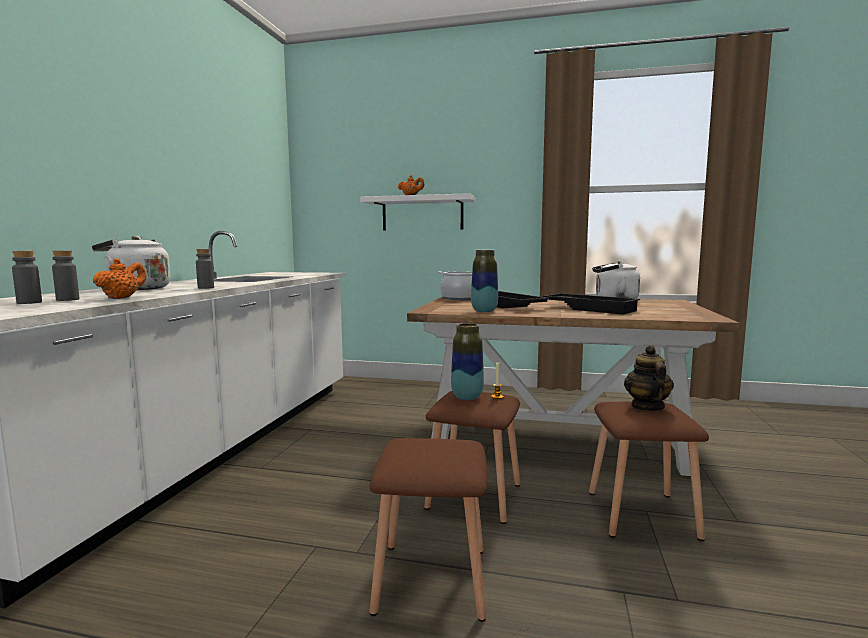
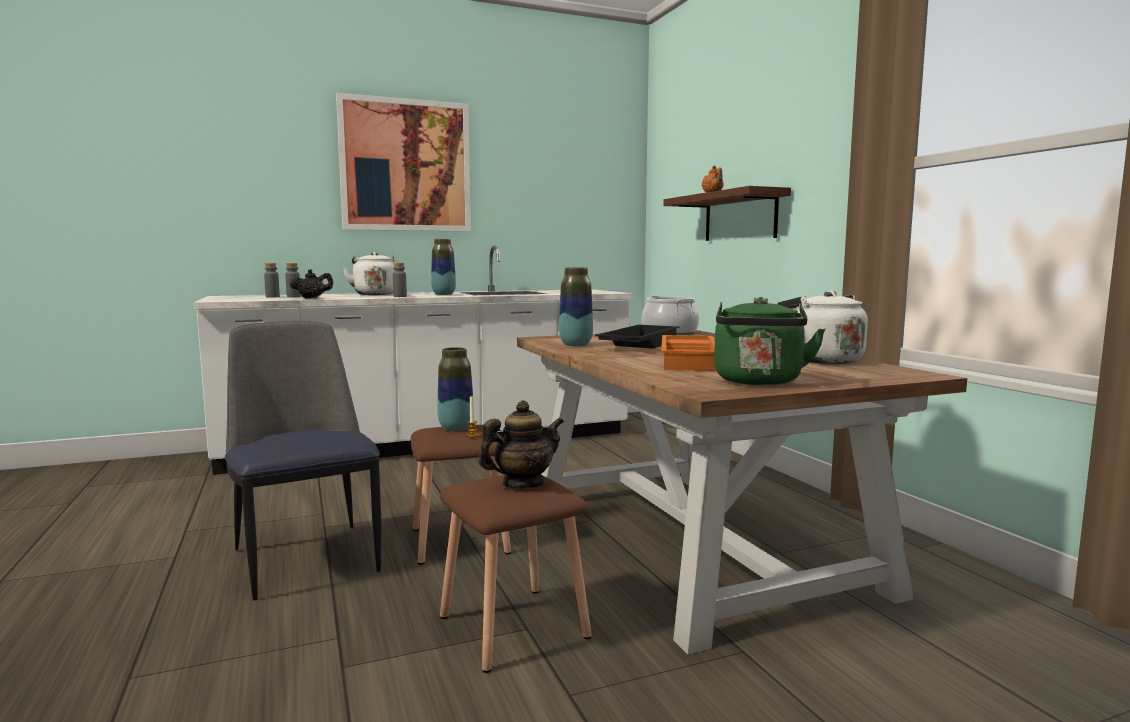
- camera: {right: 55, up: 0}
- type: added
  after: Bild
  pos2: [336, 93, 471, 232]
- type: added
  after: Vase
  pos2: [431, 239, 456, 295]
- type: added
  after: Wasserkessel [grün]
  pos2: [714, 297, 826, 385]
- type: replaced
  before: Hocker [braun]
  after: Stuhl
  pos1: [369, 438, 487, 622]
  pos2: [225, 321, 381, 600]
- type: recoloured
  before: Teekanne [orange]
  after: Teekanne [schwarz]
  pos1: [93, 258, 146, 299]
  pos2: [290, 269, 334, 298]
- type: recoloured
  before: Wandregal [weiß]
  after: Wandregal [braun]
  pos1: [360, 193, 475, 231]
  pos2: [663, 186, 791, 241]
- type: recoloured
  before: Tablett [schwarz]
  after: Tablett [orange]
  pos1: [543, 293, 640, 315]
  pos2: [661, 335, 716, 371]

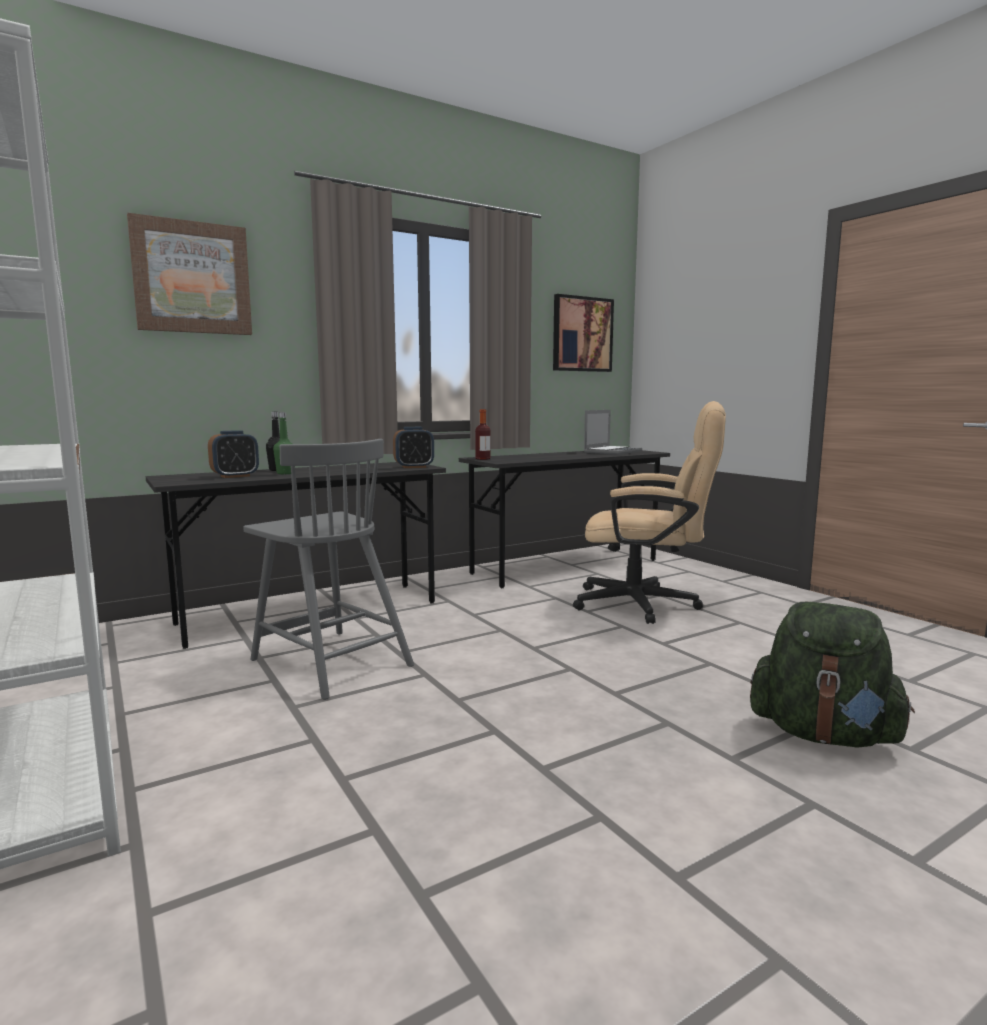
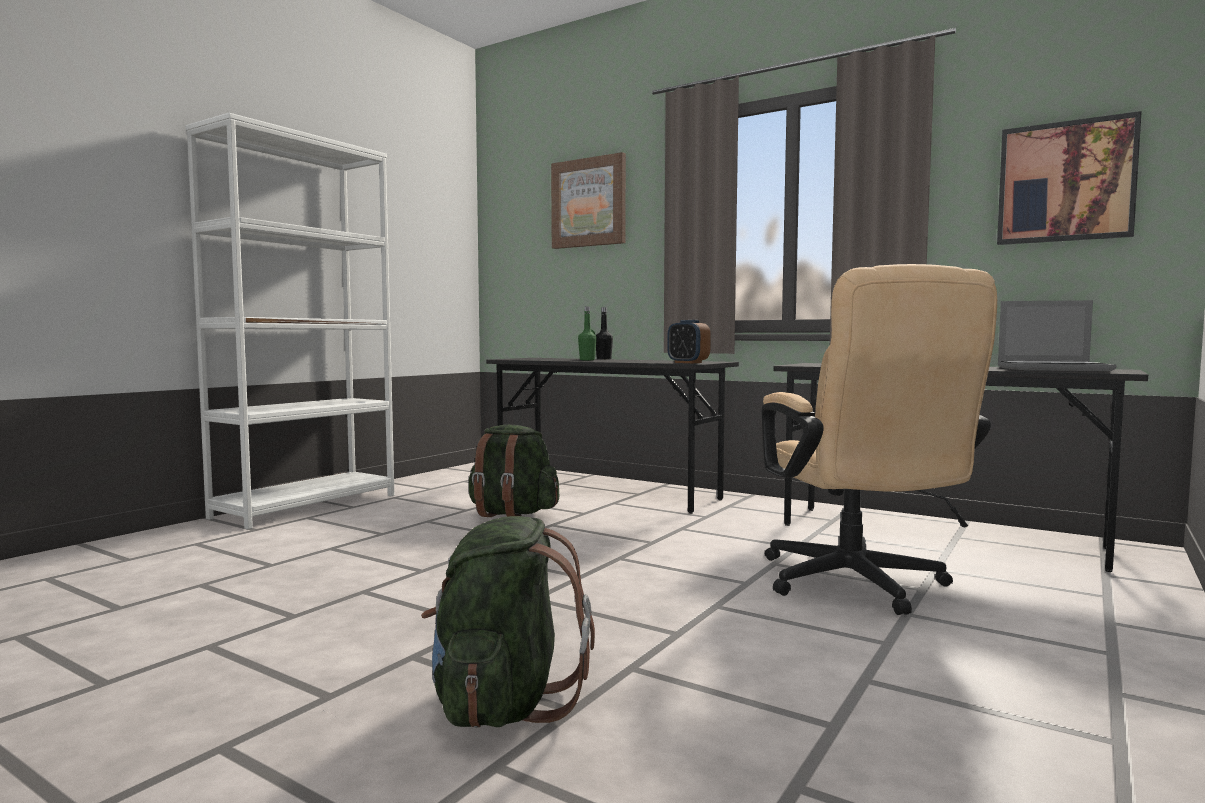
- camera: {right: 65, up: -5}
- type: removed
  before: Wecker
  pos1: [208, 430, 259, 478]
- type: removed
  before: Flasche
  pos1: [475, 409, 490, 460]
- type: replaced
  before: Stuhl [grau]
  after: Rucksack [grün]
  pos1: [243, 439, 414, 700]
  pos2: [469, 425, 559, 517]

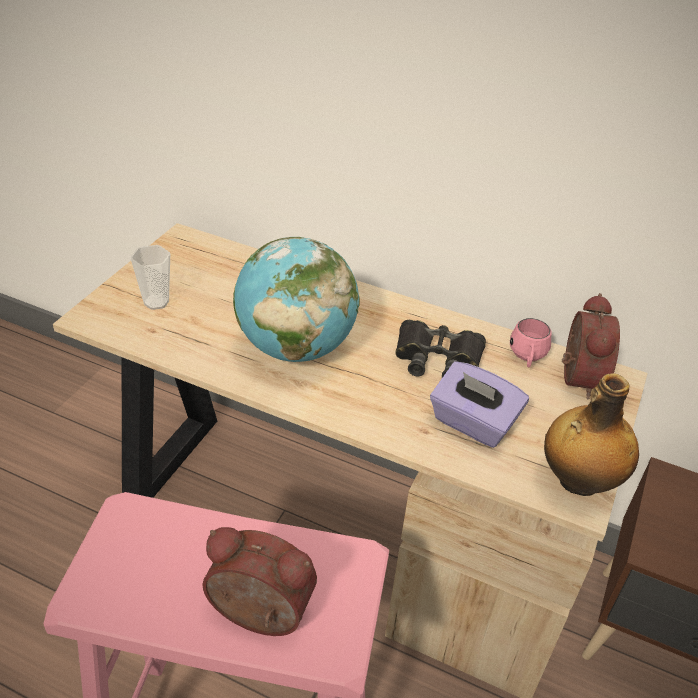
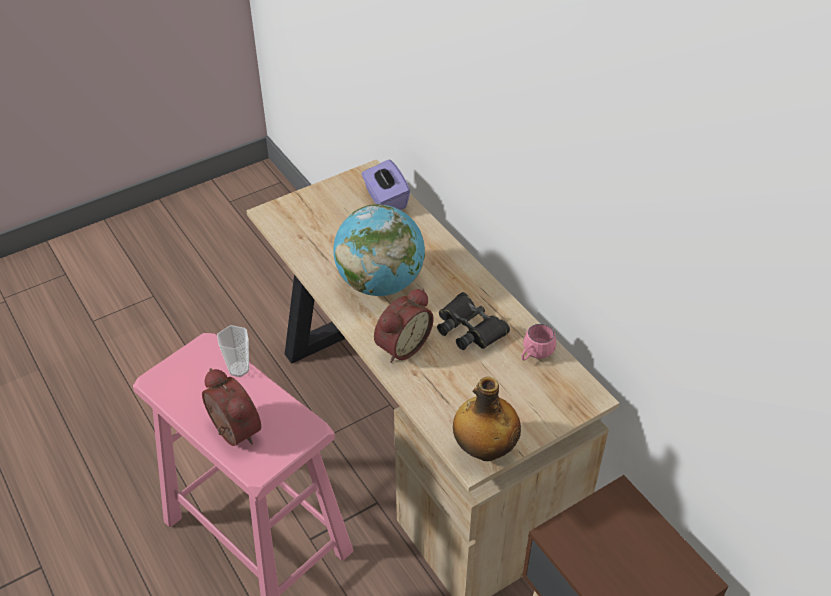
- camera: {right: 35, up: 5}
- type: moved
  before: Tasse
  pos1: [130, 245, 170, 310]
  pos2: [217, 325, 249, 377]
- type: moved
  before: Taschentuchbox [lila]
  pos1: [430, 361, 529, 448]
  pos2: [362, 160, 410, 210]
- type: moved
  before: Wecker
  pos1: [562, 293, 620, 399]
  pos2: [374, 288, 434, 363]

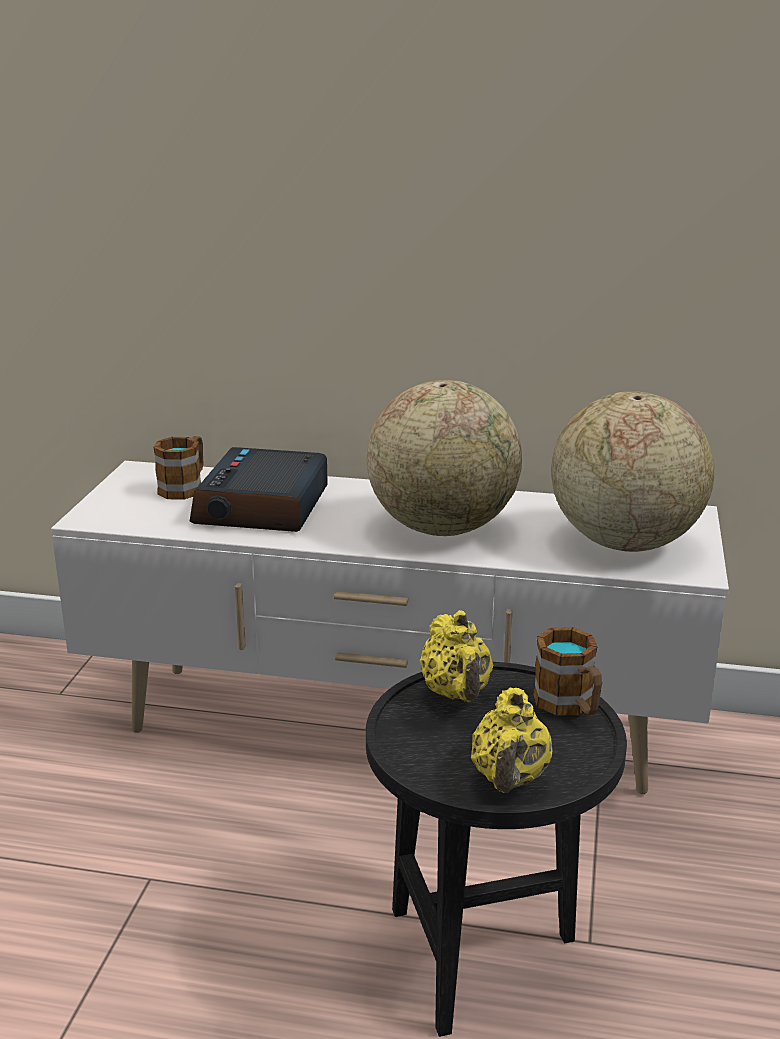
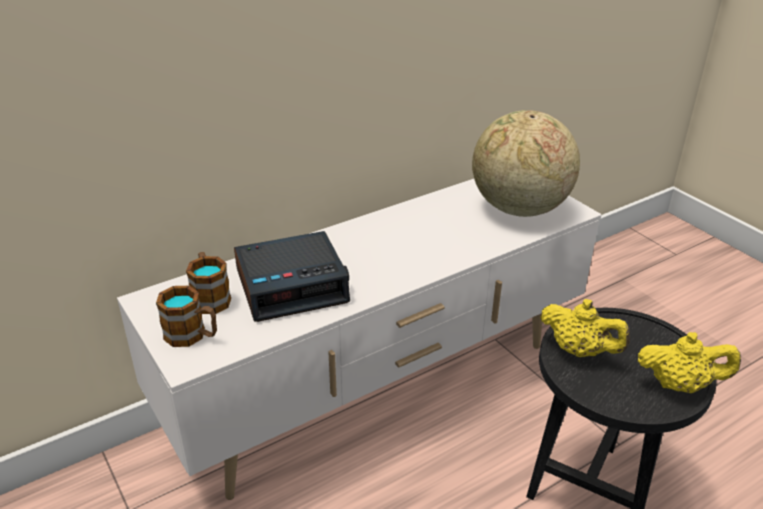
- camera: {right: -45, up: 10}
- type: removed
  before: Globus
  pos1: [366, 380, 522, 536]
- type: moved
  before: Henkelbecher
  pos1: [533, 627, 602, 715]
  pos2: [156, 286, 217, 347]
- type: turned
  before: Wecker
  pos1: [189, 447, 328, 532]
  pos2: [234, 231, 350, 322]
  turn: -75
- type: turned
  before: Teekanne [gelb]
  pos1: [471, 687, 553, 793]
  pos2: [638, 332, 741, 393]
  turn: -45

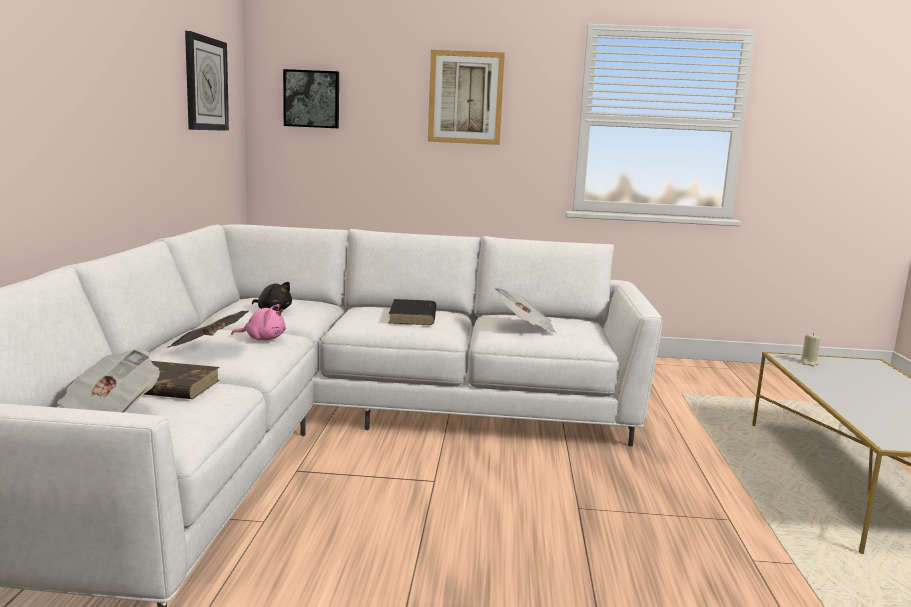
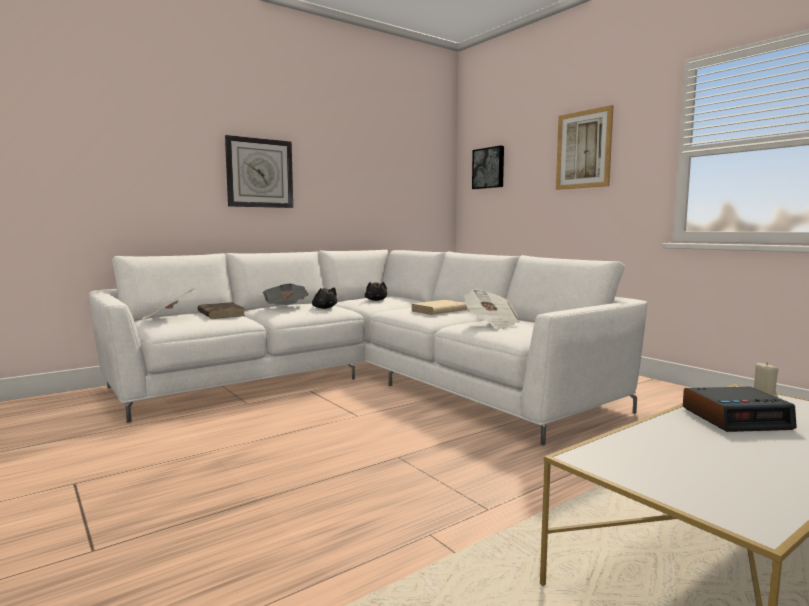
- camera: {right: 50, up: -5}
- type: added
  after: Wecker
  pos2: [683, 387, 797, 432]
- type: moved
  before: Wanduhr
  pos1: [185, 31, 229, 131]
  pos2: [225, 135, 293, 208]
- type: recoloured
  before: Plüschtier [rosa]
  after: Plüschtier [schwarz]
  pos1: [231, 304, 286, 340]
  pos2: [312, 287, 337, 309]
- type: recoloured
  before: Buch [schwarz]
  after: Buch [beige]
  pos1: [389, 299, 437, 325]
  pos2: [412, 300, 467, 315]

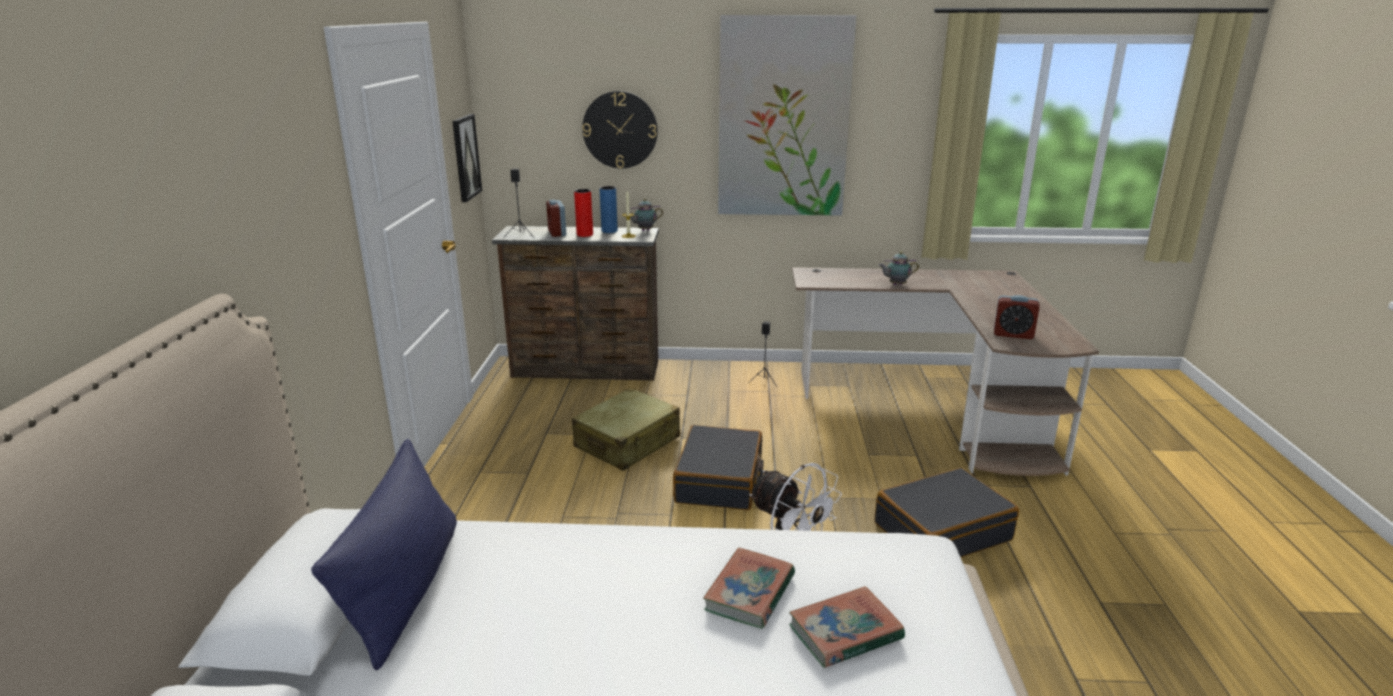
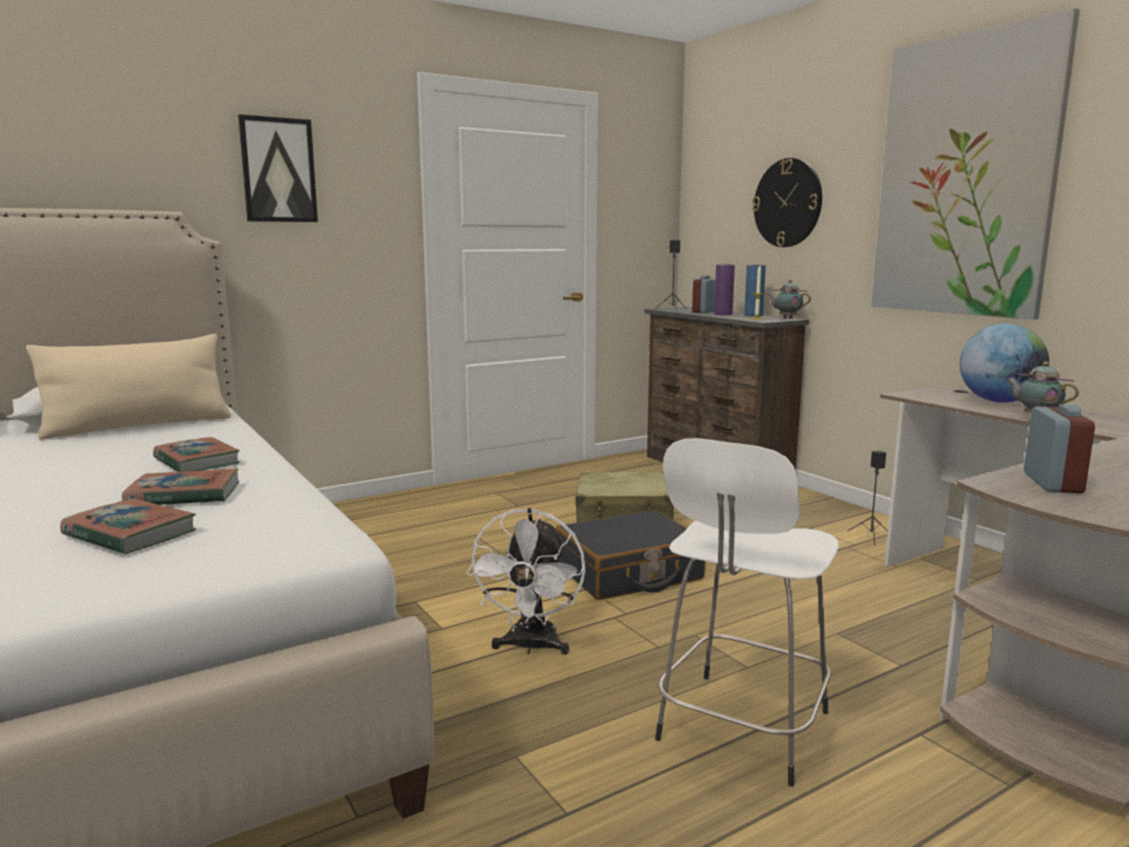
- camera: {right: 55, up: -10}
- type: added
  after: Buch
  pos2: [153, 437, 240, 472]
- type: added
  after: Globus
  pos2: [960, 324, 1049, 402]
- type: moved
  before: Bild
  pos1: [452, 114, 482, 202]
  pos2: [238, 114, 318, 222]
- type: replaced
  before: Koffer [schwarz]
  after: Hocker [weiß]
  pos1: [875, 468, 1019, 557]
  pos2: [655, 438, 839, 787]
- type: recoloured
  before: Kissen [blau]
  after: Kissen [beige]
  pos1: [311, 439, 457, 670]
  pos2: [26, 334, 231, 440]
- type: recoloured
  before: Vase [rot]
  after: Vase [lila]
  pos1: [574, 189, 593, 237]
  pos2: [714, 264, 735, 315]
- type: turned
  before: Wecker
  pos1: [994, 295, 1040, 339]
  pos2: [1024, 405, 1095, 494]
  turn: -150

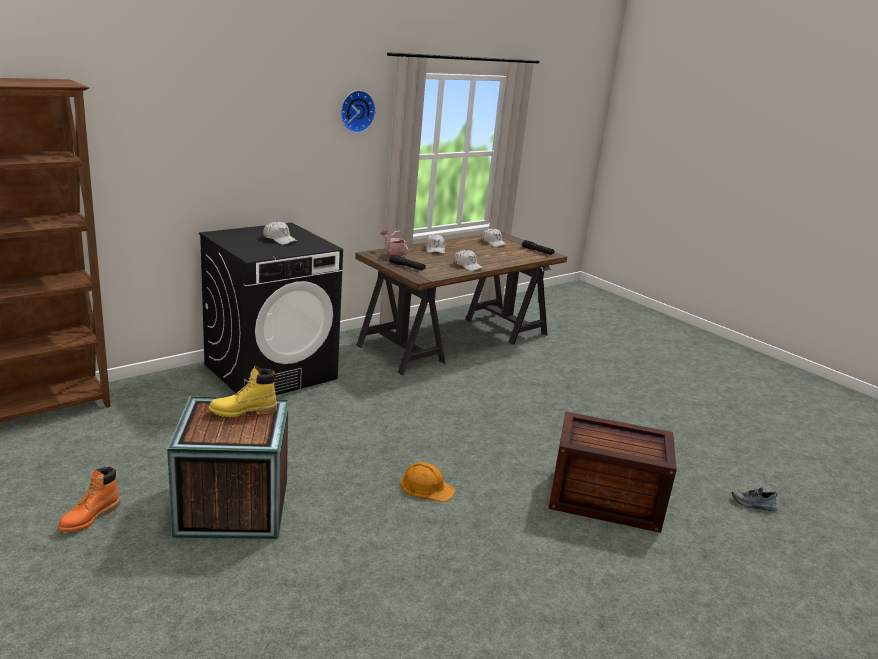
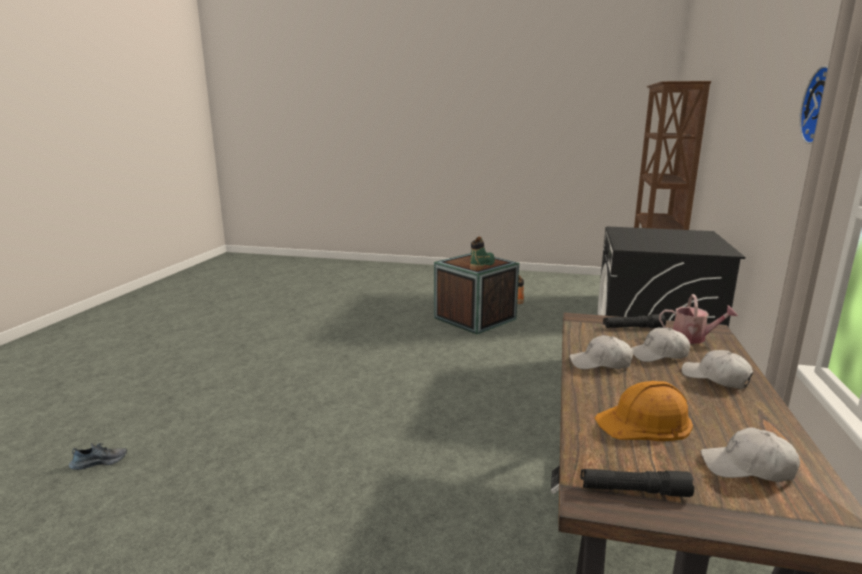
- camera: {right: 145, up: -5}
- type: removed
  before: Kiste
  pos1: [549, 412, 677, 533]
- type: moved
  before: Kappe [weiß]
  pos1: [263, 221, 297, 245]
  pos2: [631, 327, 690, 362]
- type: moved
  before: Schutzhelm [orange]
  pos1: [401, 462, 456, 502]
  pos2: [594, 381, 693, 441]
- type: recoloured
  before: Stiefel [gelb]
  after: Stiefel [grün]
  pos1: [208, 366, 277, 417]
  pos2: [470, 237, 495, 270]

